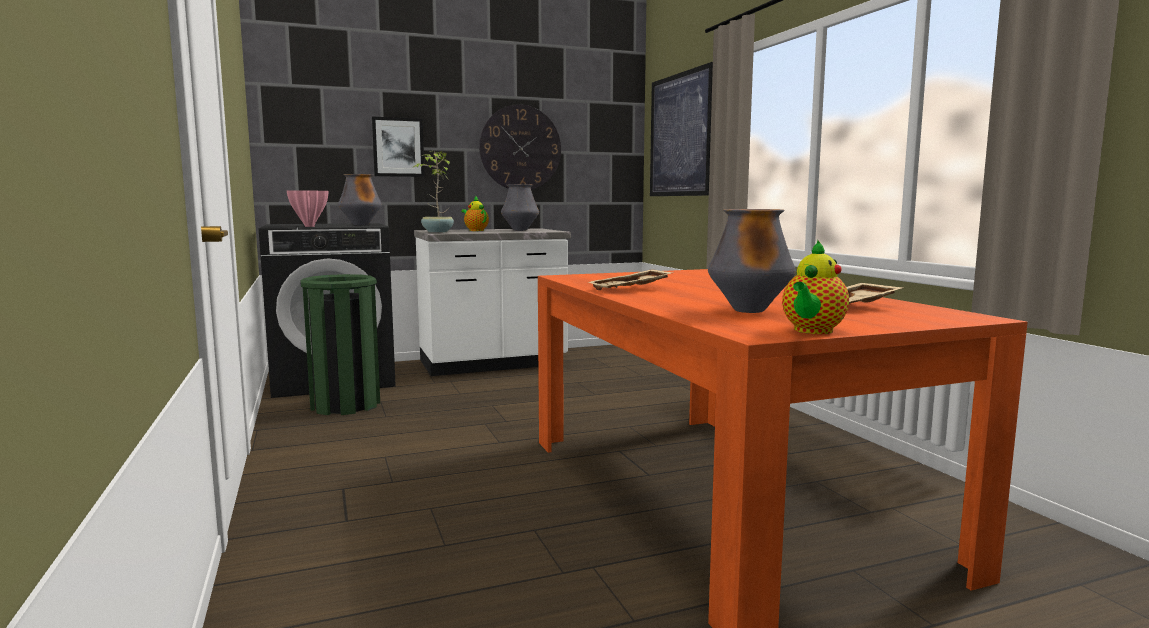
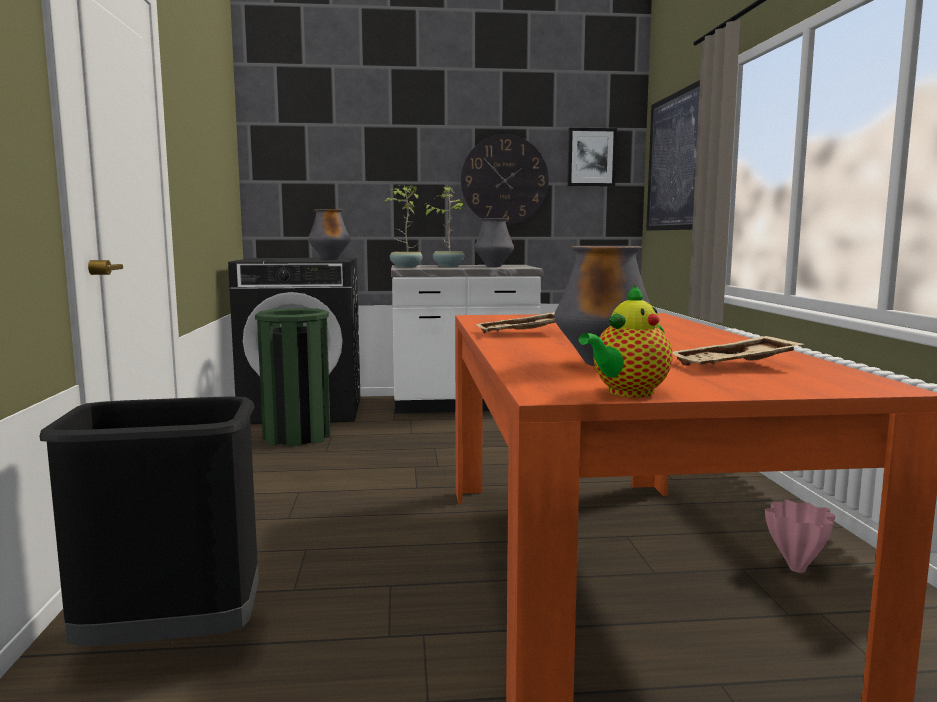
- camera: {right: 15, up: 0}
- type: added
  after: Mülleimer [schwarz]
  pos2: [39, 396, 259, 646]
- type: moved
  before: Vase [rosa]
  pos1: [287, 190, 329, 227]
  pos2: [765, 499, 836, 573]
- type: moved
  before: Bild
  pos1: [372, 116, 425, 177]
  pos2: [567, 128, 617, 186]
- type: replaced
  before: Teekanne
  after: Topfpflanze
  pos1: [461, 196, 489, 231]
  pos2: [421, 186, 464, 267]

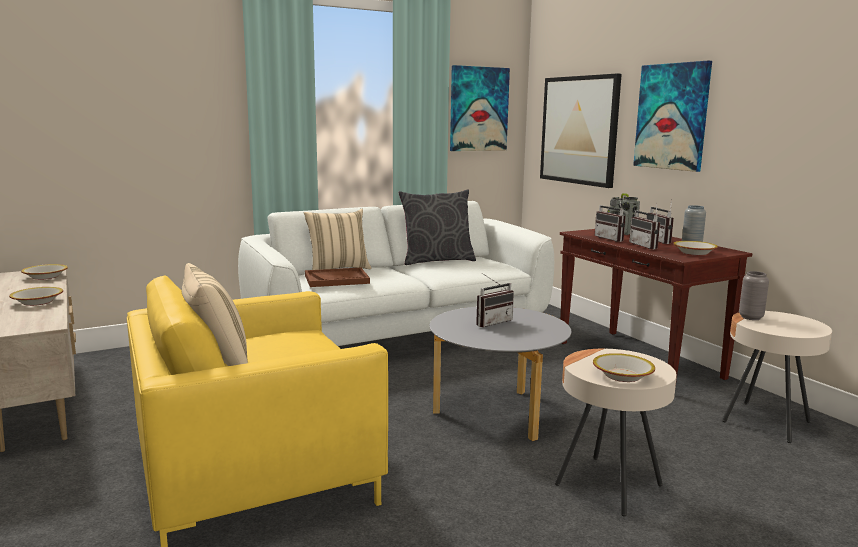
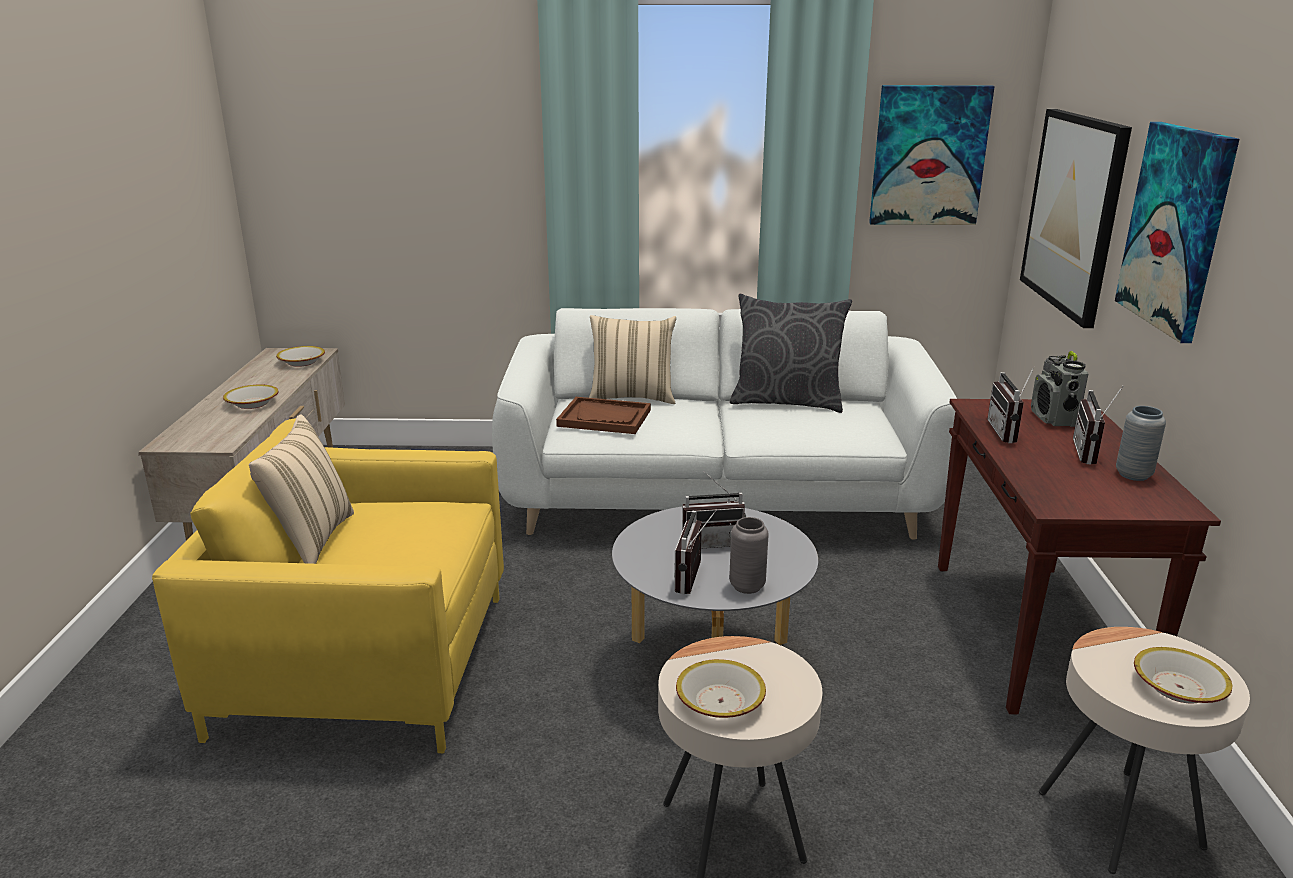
- camera: {right: 30, up: 10}
- type: moved
  before: Radio
  pos1: [629, 205, 660, 249]
  pos2: [674, 509, 717, 594]
- type: moved
  before: Schüssel
  pos1: [673, 241, 718, 256]
  pos2: [1134, 647, 1232, 703]
- type: moved
  before: Vase [grau]
  pos1: [739, 271, 769, 320]
  pos2: [729, 517, 769, 594]

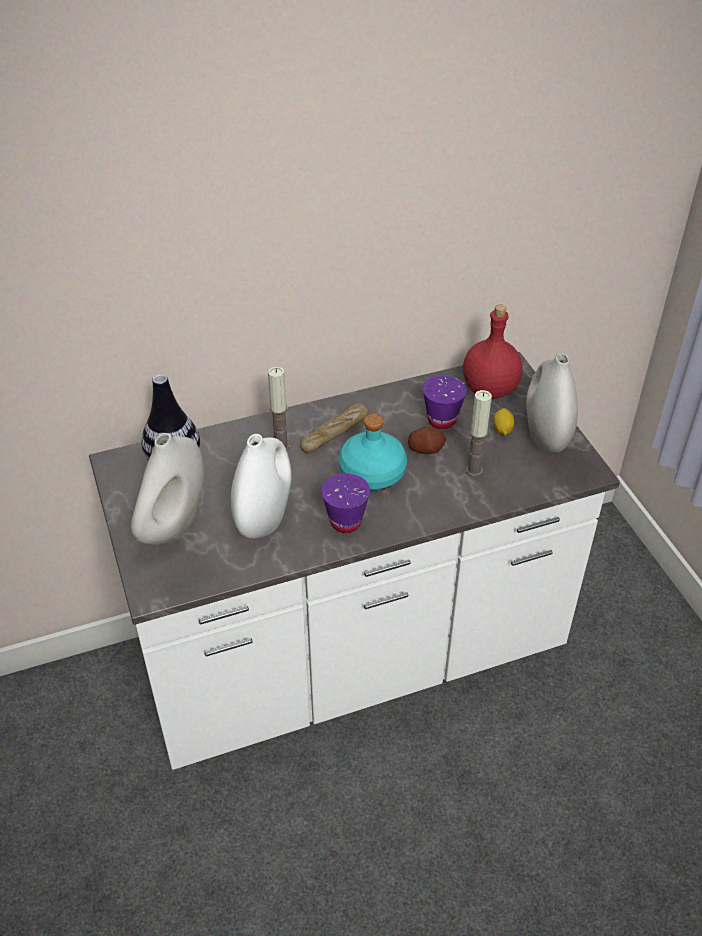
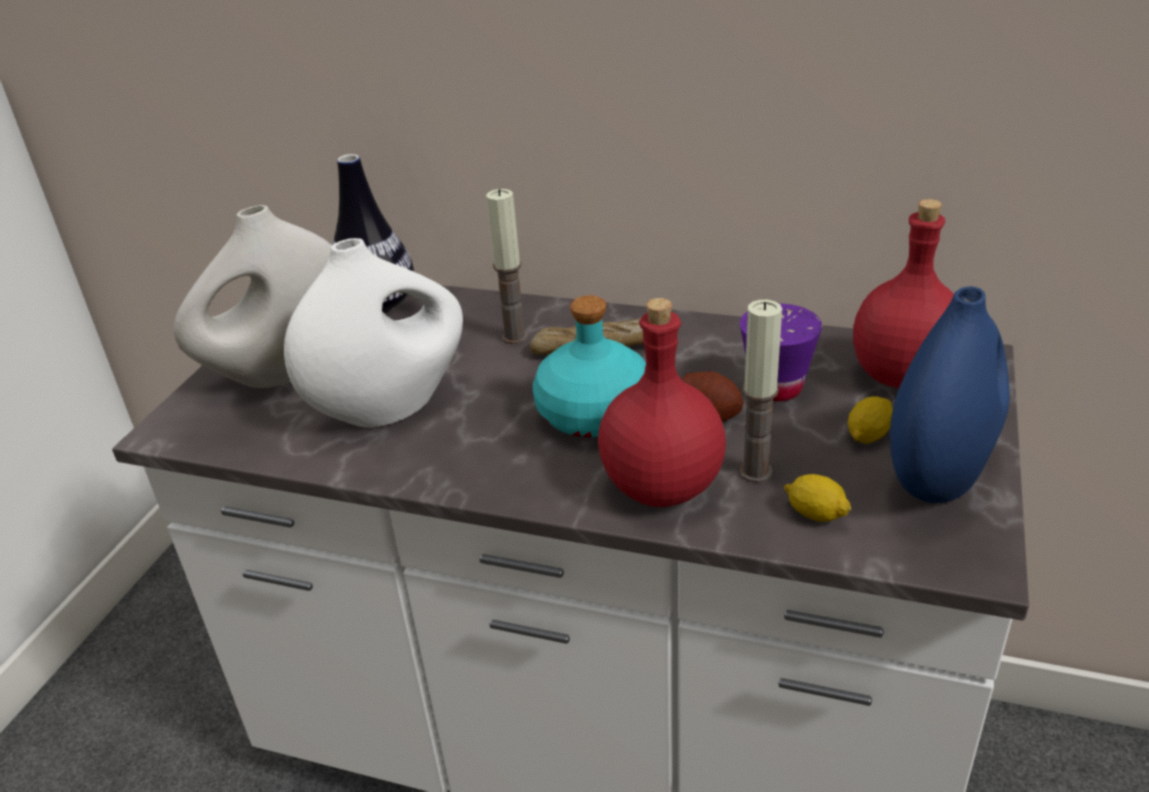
- camera: {right: 40, up: -10}
- type: removed
  before: Tasse [lila]
  pos1: [321, 473, 370, 533]
- type: added
  after: Flasche [rot]
  pos2: [598, 298, 726, 507]
- type: added
  after: Zitrone
  pos2: [784, 474, 852, 522]
- type: recoloured
  before: Vase [weiß]
  after: Vase [blau]
  pos1: [526, 353, 578, 453]
  pos2: [890, 286, 1010, 503]

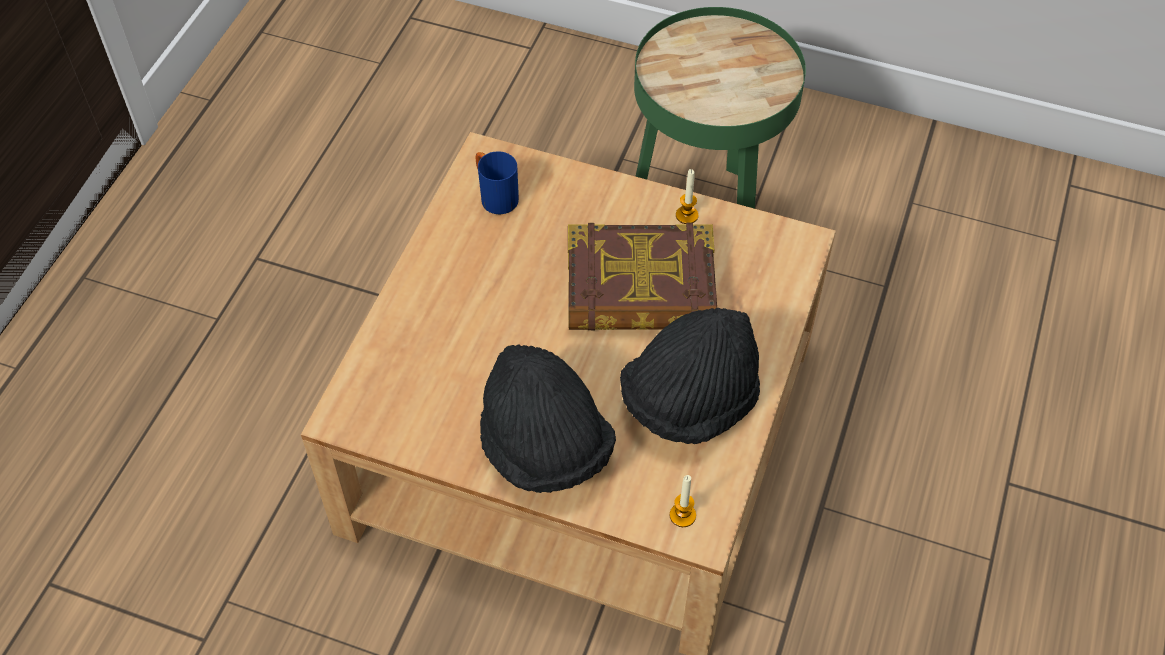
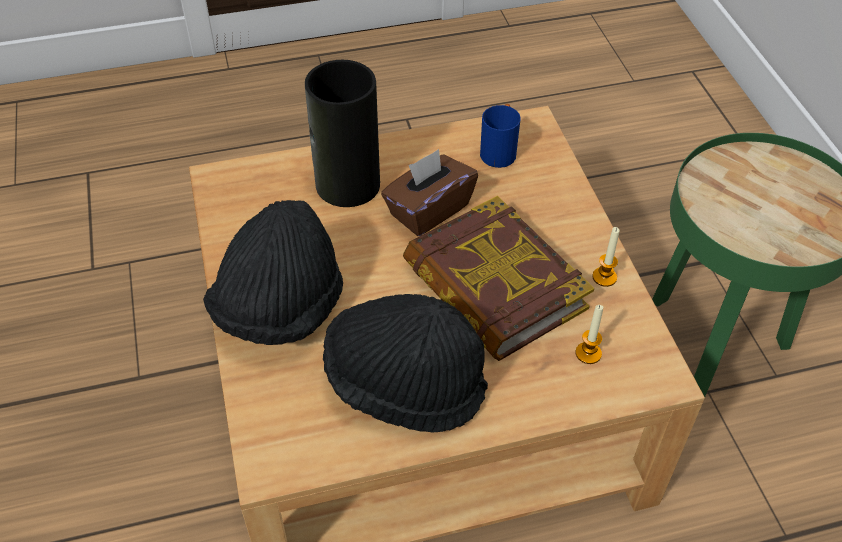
- camera: {right: 55, up: -5}
- type: added
  after: Vase
  pos2: [305, 60, 380, 207]
- type: added
  after: Taschentuchbox [braun]
  pos2: [381, 149, 478, 236]
- type: moved
  before: Kerze
  pos1: [670, 475, 696, 527]
  pos2: [575, 305, 603, 364]

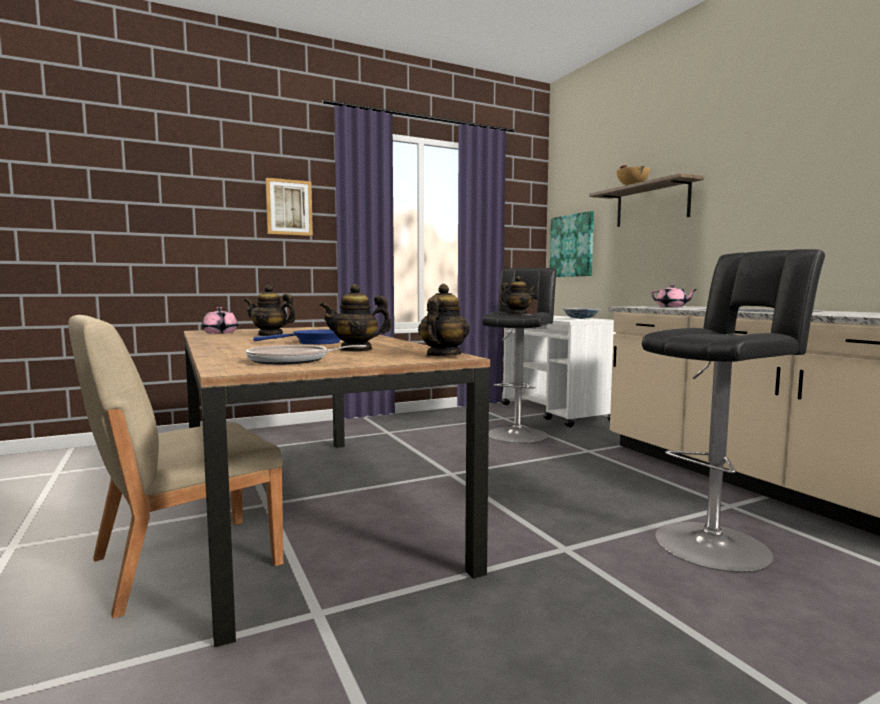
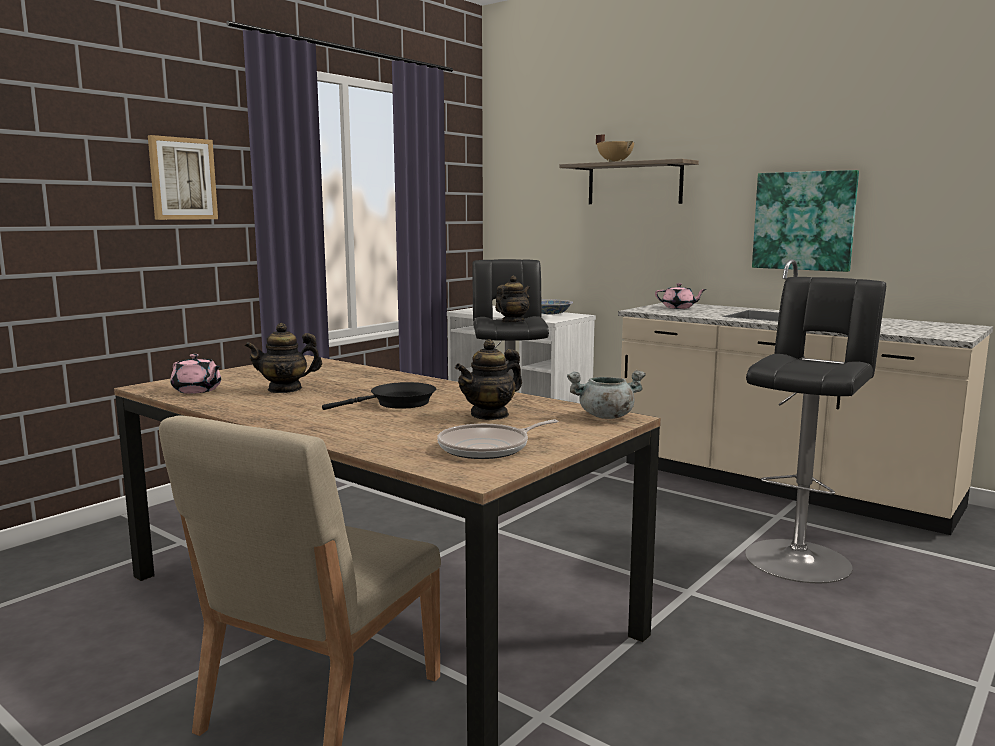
- camera: {right: -25, up: 5}
- type: moved
  before: Bild
  pos1: [550, 211, 594, 277]
  pos2: [752, 170, 859, 272]
- type: replaced
  before: Teekanne
  after: Kochtopf [grau]
  pos1: [418, 284, 470, 356]
  pos2: [567, 370, 646, 419]
- type: recoloured
  before: Pfanne [blau]
  after: Pfanne [schwarz]
  pos1: [253, 329, 340, 344]
  pos2: [322, 382, 436, 410]

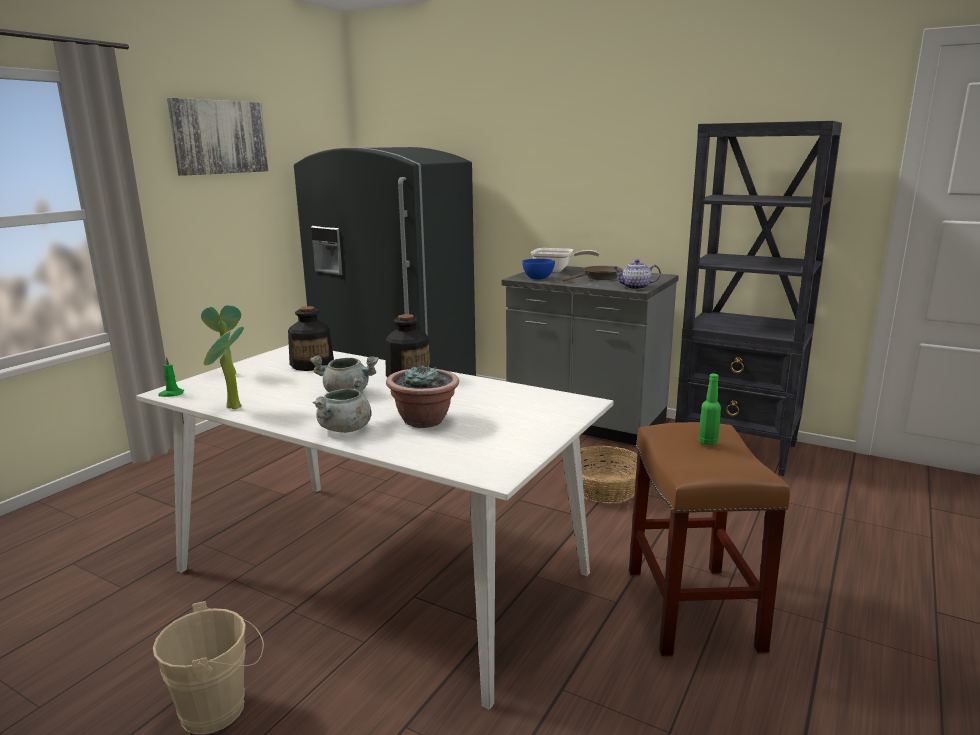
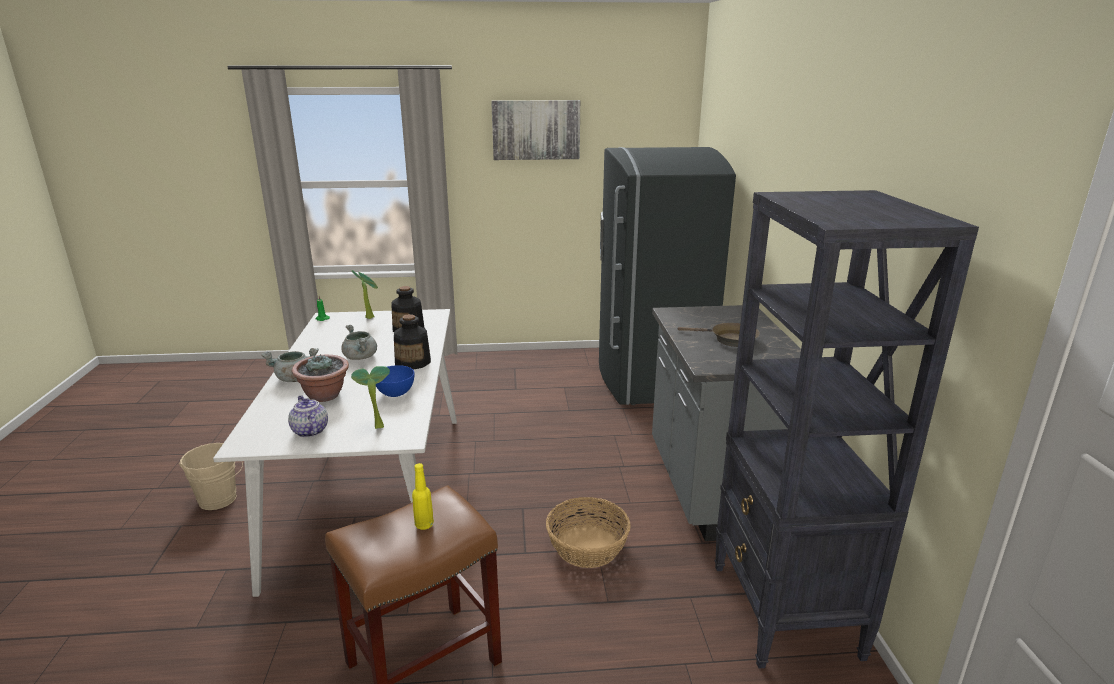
- camera: {right: 55, up: 5}
- type: removed
  before: Pfanne
  pos1: [531, 248, 600, 272]
- type: moved
  before: Topfpflanze
  pos1: [204, 326, 244, 410]
  pos2: [351, 366, 390, 429]
- type: moved
  before: Schüssel [blau]
  pos1: [522, 259, 555, 279]
  pos2: [376, 365, 414, 397]
- type: moved
  before: Teekanne
  pos1: [613, 259, 661, 289]
  pos2: [288, 396, 328, 437]
- type: recoloured
  before: Flasche [grün]
  after: Flasche [gelb]
  pos1: [698, 374, 721, 445]
  pos2: [412, 463, 434, 530]

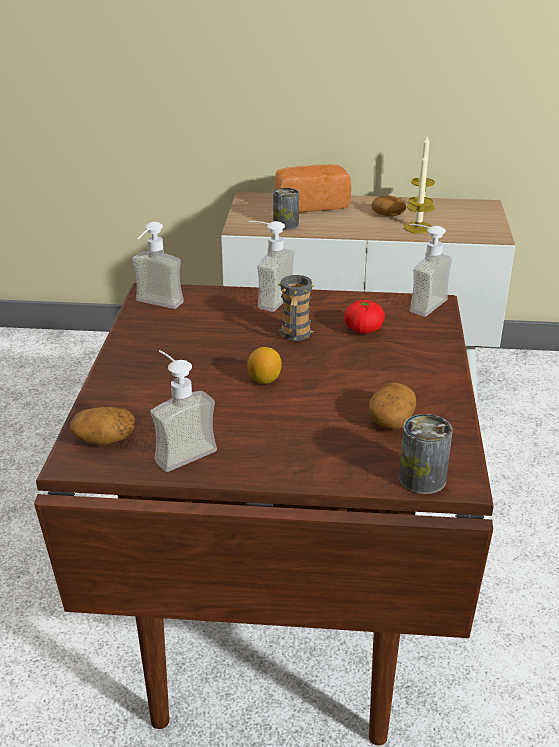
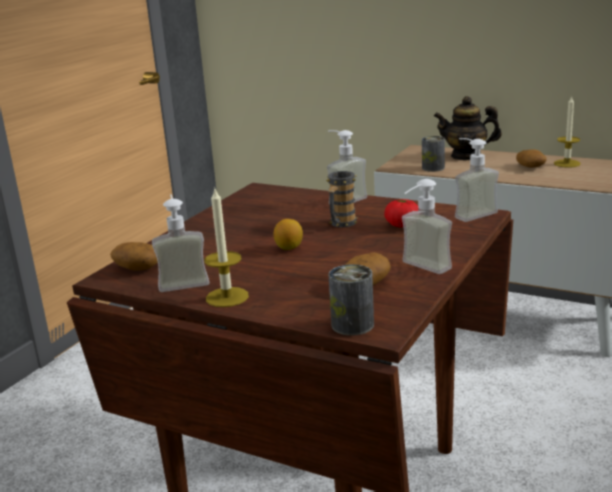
- camera: {right: 25, up: -10}
- type: moved
  before: Seifenspender
  pos1: [132, 222, 184, 309]
  pos2: [402, 179, 452, 274]
- type: moved
  before: Kerze
  pos1: [404, 154, 433, 234]
  pos2: [204, 187, 249, 307]
- type: replaced
  before: Brot
  after: Teekanne
  pos1: [275, 164, 351, 213]
  pos2: [434, 96, 502, 160]

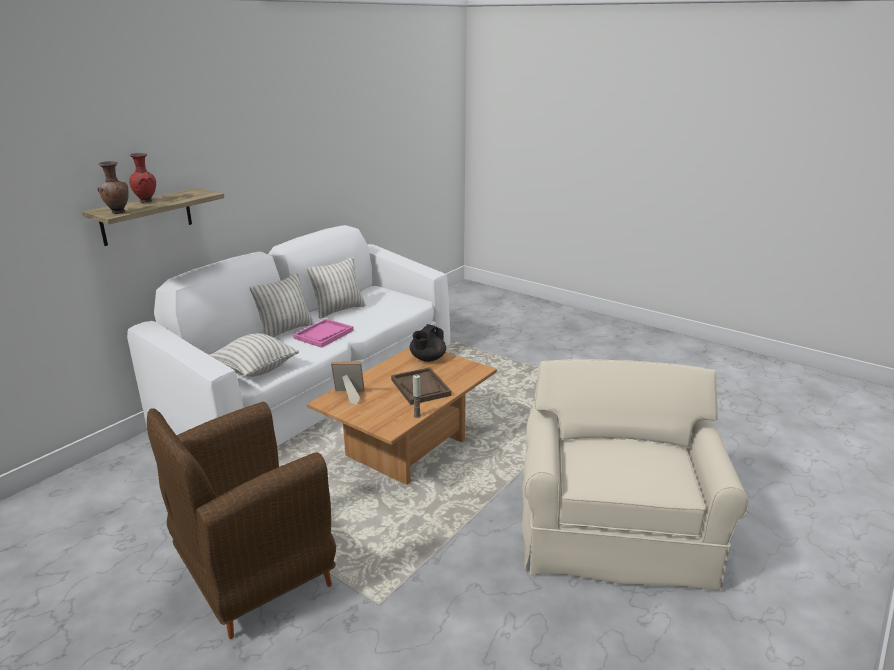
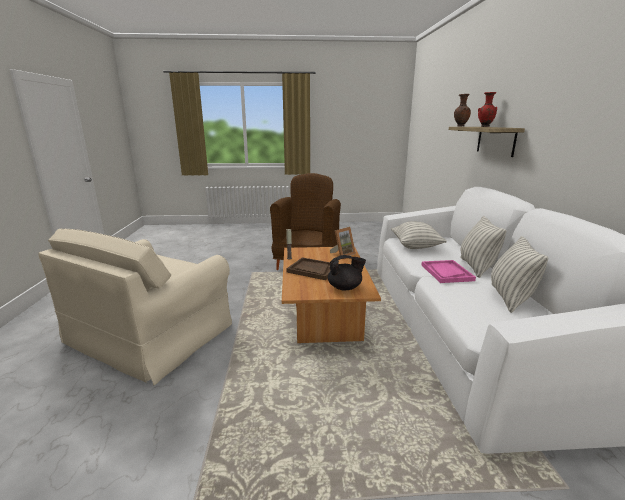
- camera: {right: 140, up: -5}
- type: turned
  before: Teekanne [schwarz]
  pos1: [409, 324, 446, 362]
  pos2: [328, 255, 366, 291]
  turn: 90
- type: turned
  before: Sessel [beige]
  pos1: [522, 359, 749, 591]
  pos2: [38, 228, 232, 385]
  turn: 60

